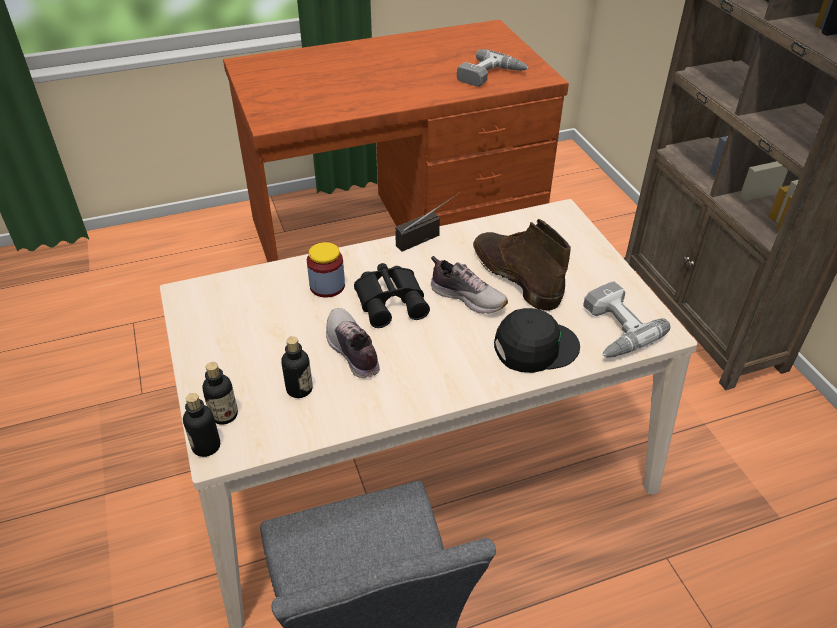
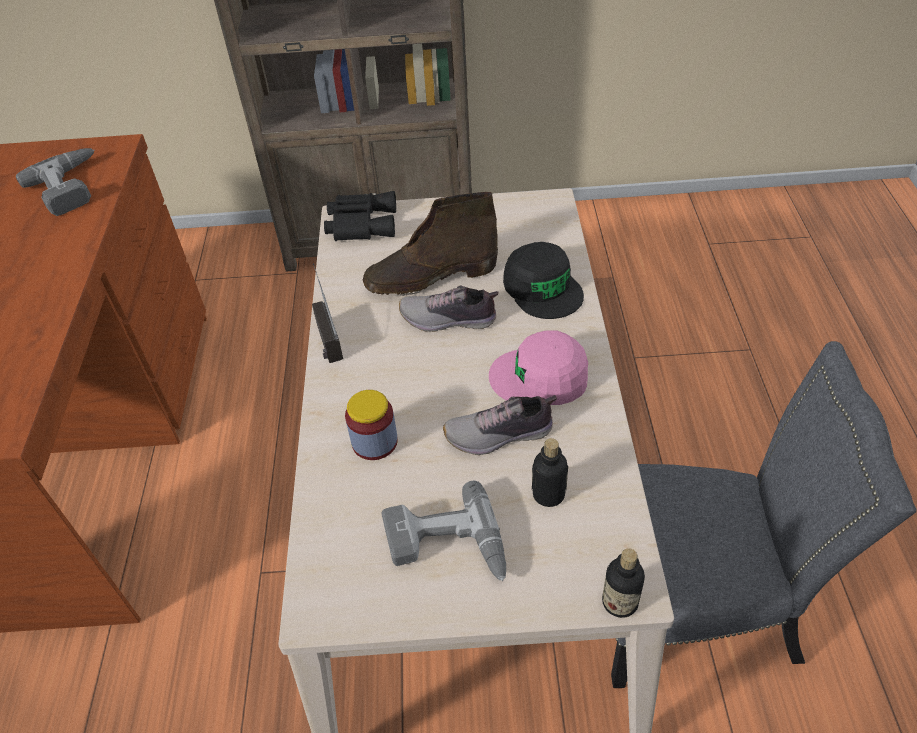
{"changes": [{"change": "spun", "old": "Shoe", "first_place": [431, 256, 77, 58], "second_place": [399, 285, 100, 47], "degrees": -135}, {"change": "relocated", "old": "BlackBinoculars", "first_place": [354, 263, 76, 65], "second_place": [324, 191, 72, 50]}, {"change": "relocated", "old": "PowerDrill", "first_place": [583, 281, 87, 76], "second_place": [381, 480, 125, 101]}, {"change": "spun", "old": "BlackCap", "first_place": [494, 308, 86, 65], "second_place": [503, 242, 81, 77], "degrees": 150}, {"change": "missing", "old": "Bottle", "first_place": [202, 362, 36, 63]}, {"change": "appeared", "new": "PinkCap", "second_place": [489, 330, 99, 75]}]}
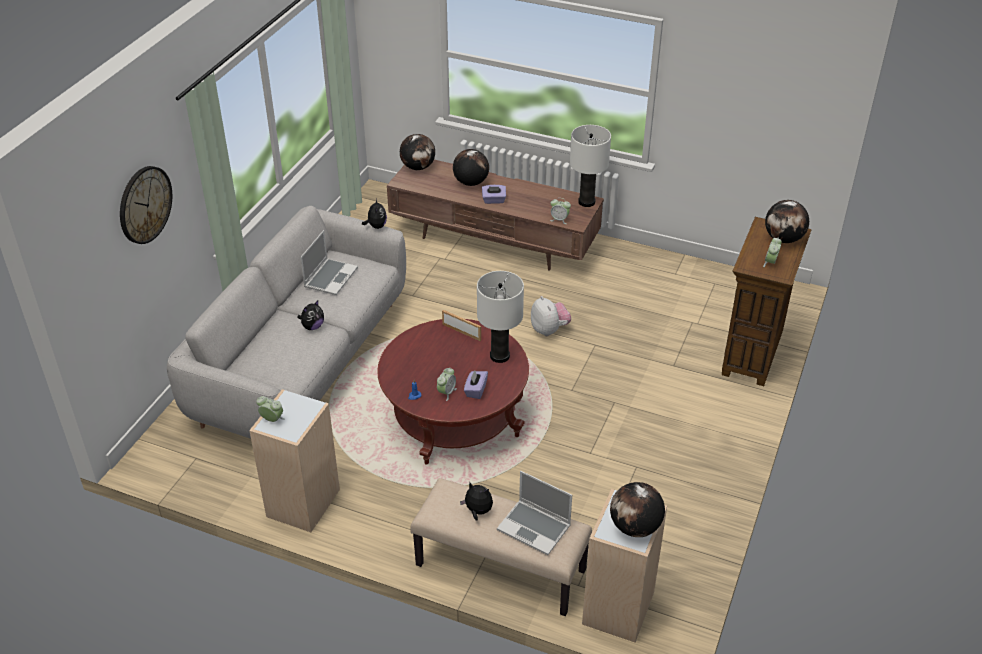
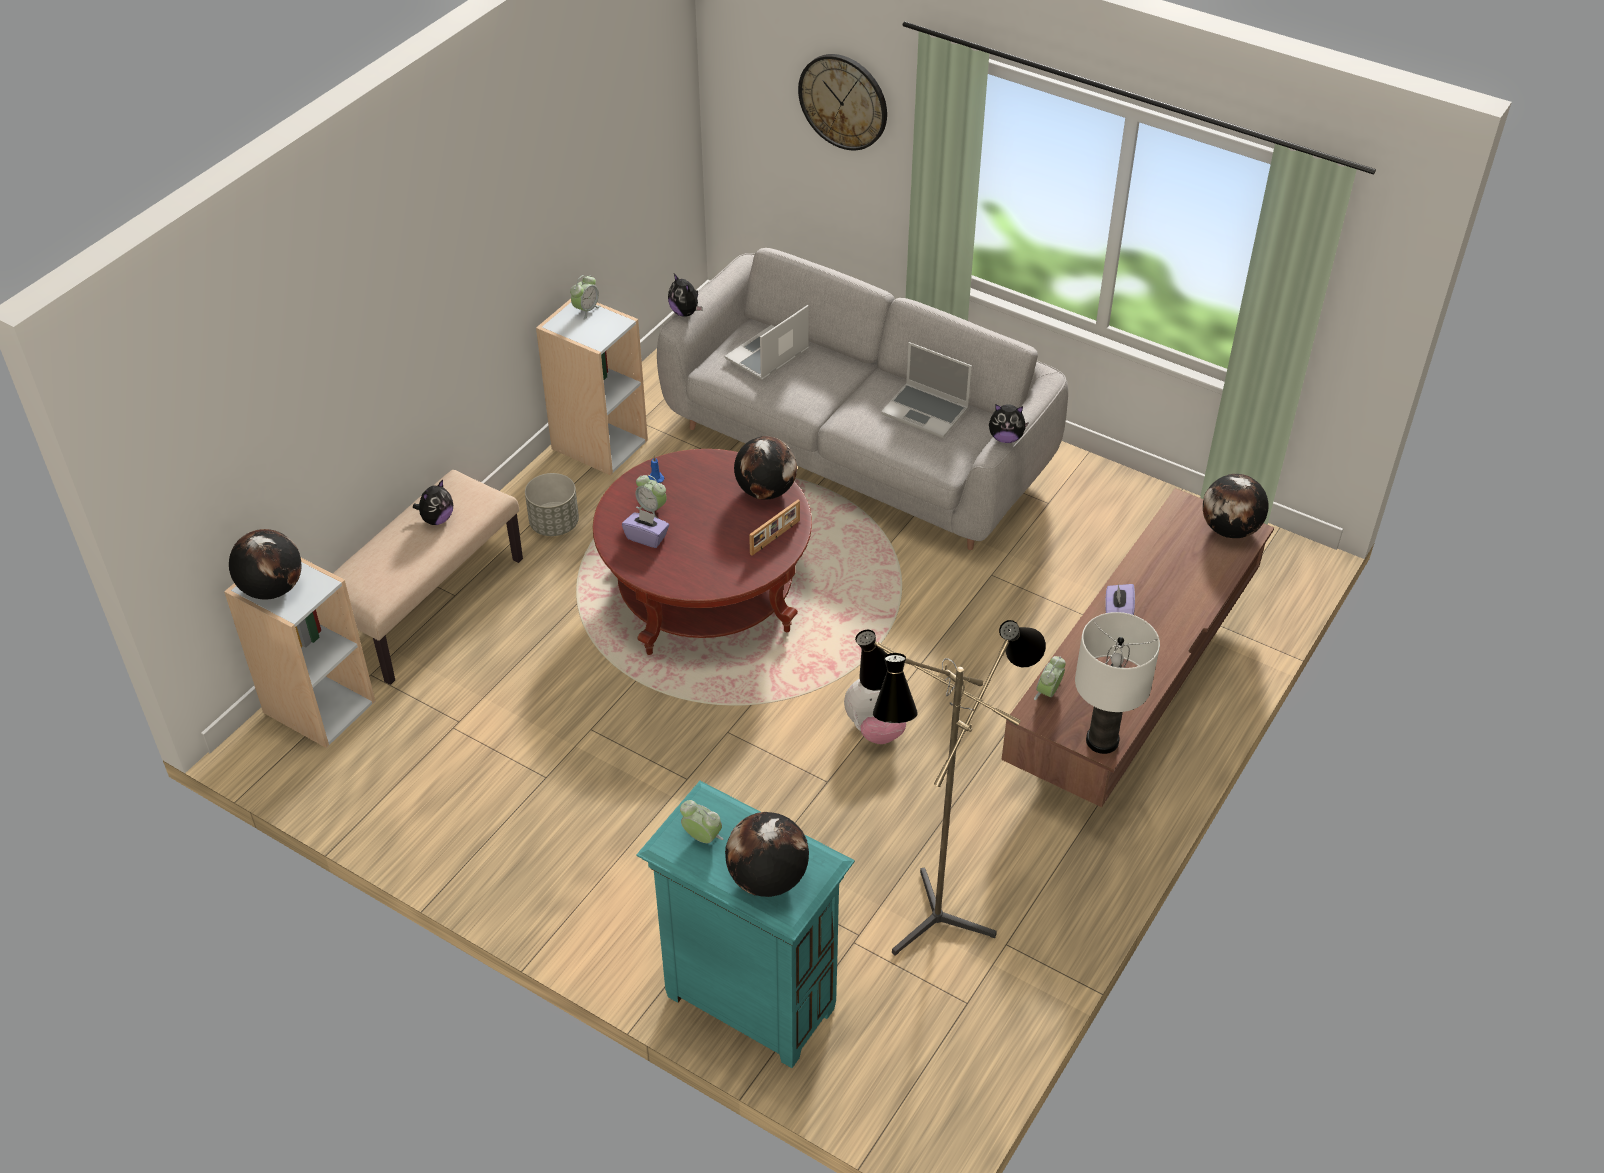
{"changes": [{"change": "relocated", "old": "Globe", "first_place": [453, 149, 36, 37], "second_place": [734, 436, 63, 63]}, {"change": "colour", "old": "BrownCabinet", "new": "TurquoiseCabinet", "first_place": [722, 217, 90, 169], "second_place": [636, 781, 219, 287]}, {"change": "missing", "old": "WhiteTableLamp", "first_place": [477, 271, 47, 92]}, {"change": "relocated", "old": "PlushToy", "first_place": [297, 300, 27, 30], "second_place": [668, 273, 35, 44]}, {"change": "relocated", "old": "Laptop", "first_place": [497, 471, 75, 84], "second_place": [725, 305, 84, 75]}, {"change": "appeared", "new": "GreyPlanter", "second_place": [525, 473, 54, 63]}, {"change": "appeared", "new": "FloorLamp", "second_place": [855, 620, 191, 336]}]}
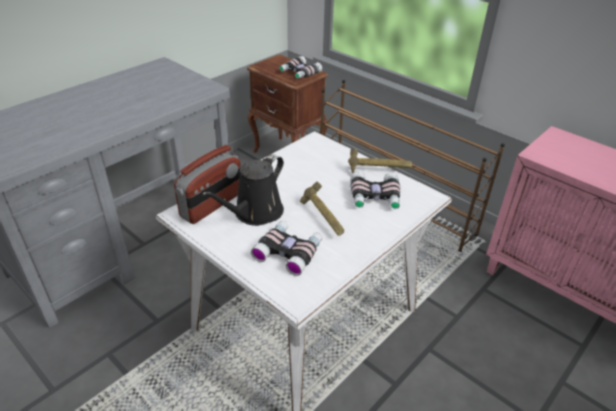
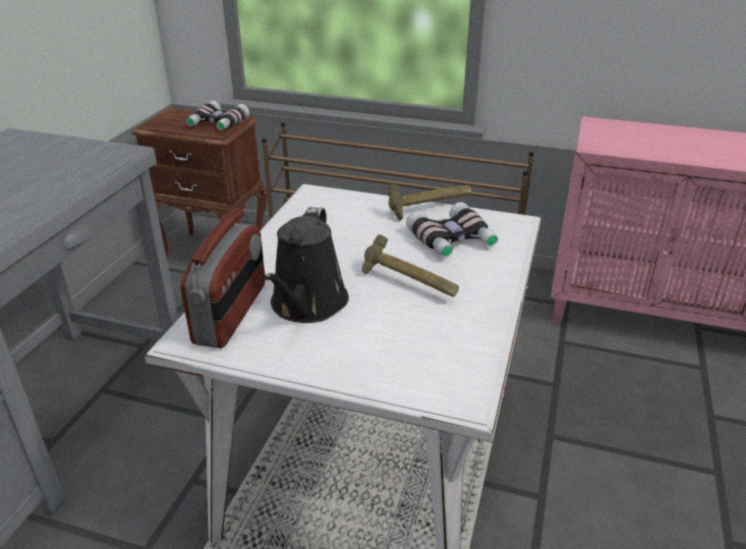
{"changes": [{"change": "missing", "old": "Binoculars", "first_place": [251, 221, 71, 55]}]}
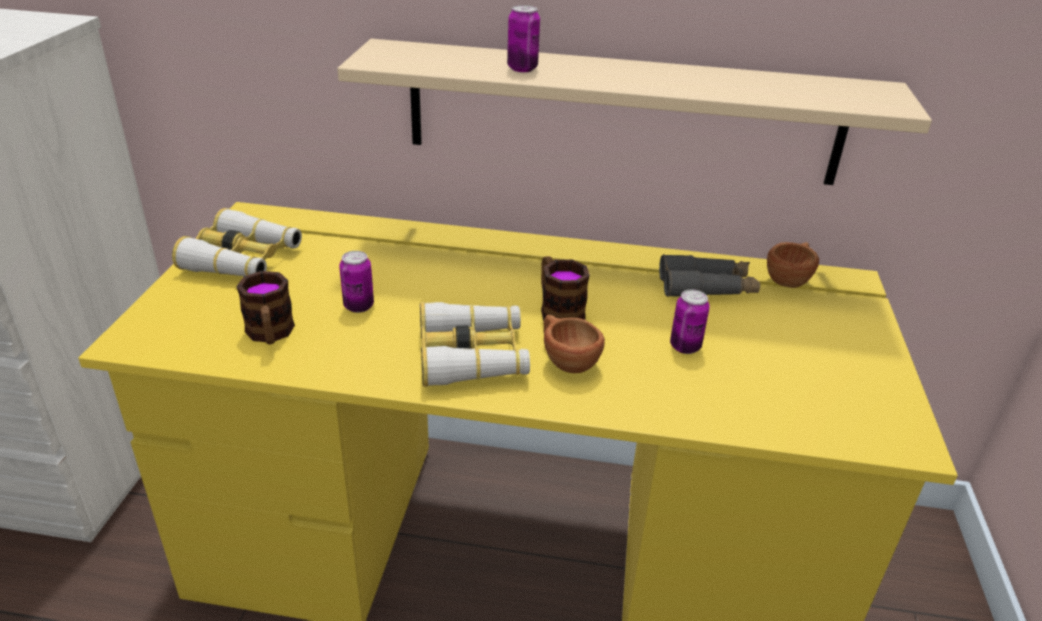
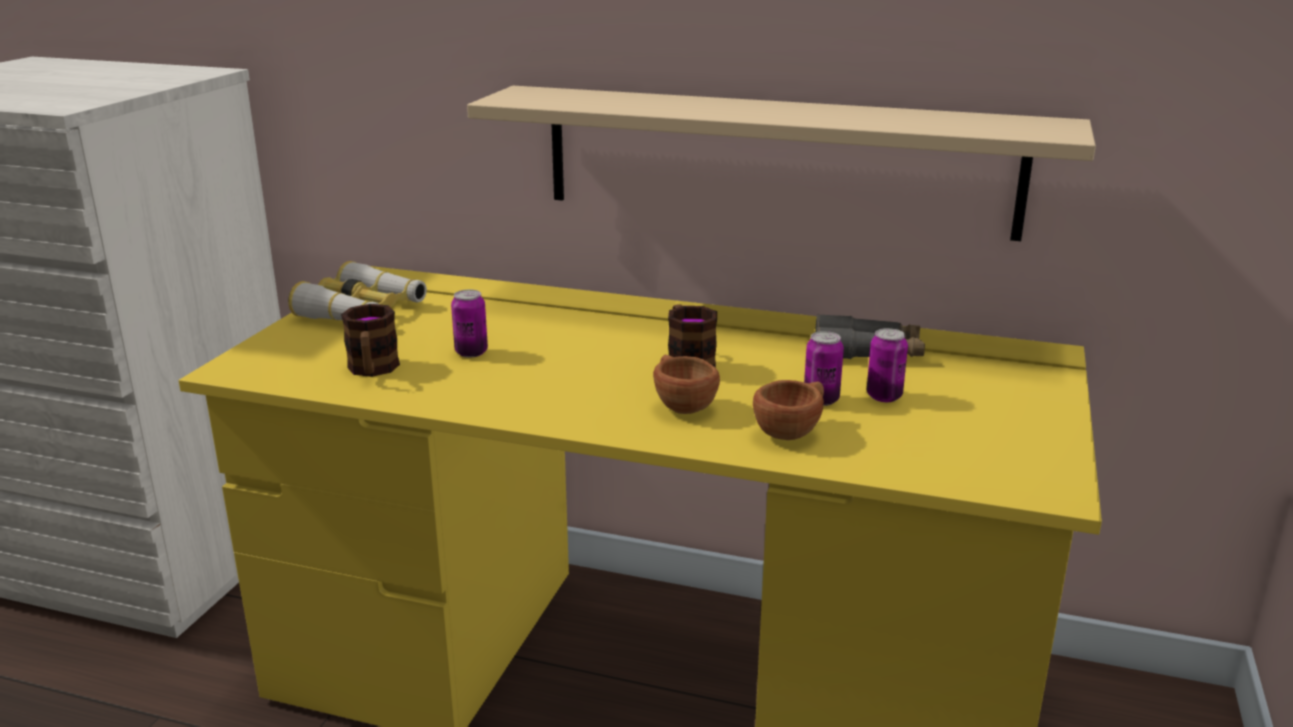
{"changes": [{"change": "relocated", "old": "Can", "first_place": [507, 5, 33, 67], "second_place": [867, 328, 41, 74]}, {"change": "relocated", "old": "BrownCup", "first_place": [767, 242, 52, 46], "second_place": [753, 380, 71, 60]}, {"change": "missing", "old": "Binoculars", "first_place": [420, 302, 110, 85]}]}
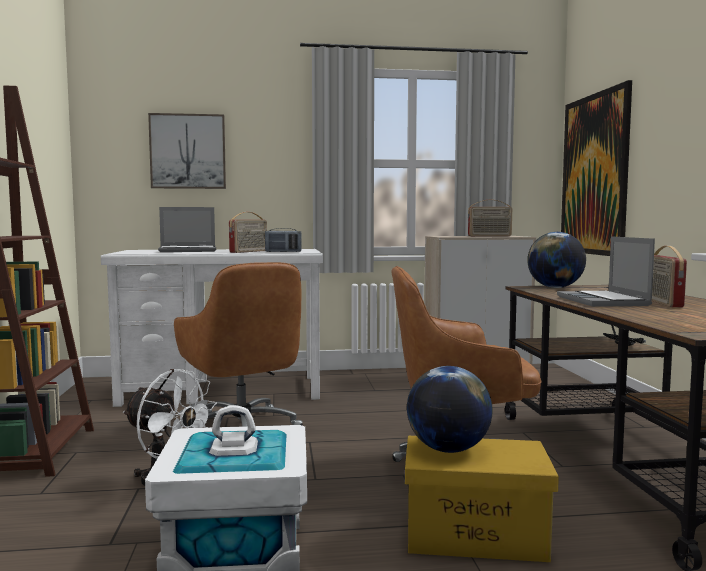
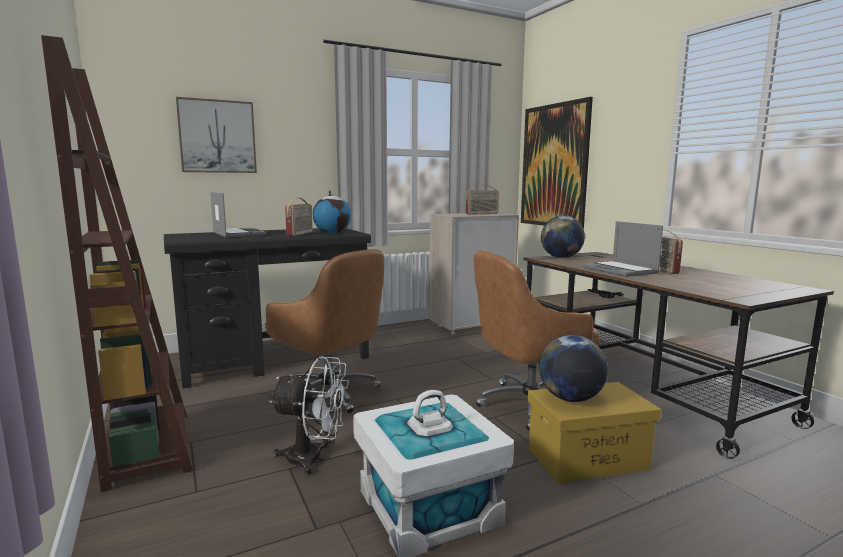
{"changes": [{"change": "spun", "old": "Laptop", "first_place": [158, 207, 58, 45], "second_place": [211, 192, 55, 46], "degrees": -90}, {"change": "exchanged", "old": "Radio", "new": "Globe", "first_place": [265, 228, 37, 24], "second_place": [313, 190, 38, 44]}, {"change": "colour", "old": "WhiteDesk", "new": "BlackDesk", "first_place": [101, 249, 222, 158], "second_place": [164, 228, 207, 160]}]}
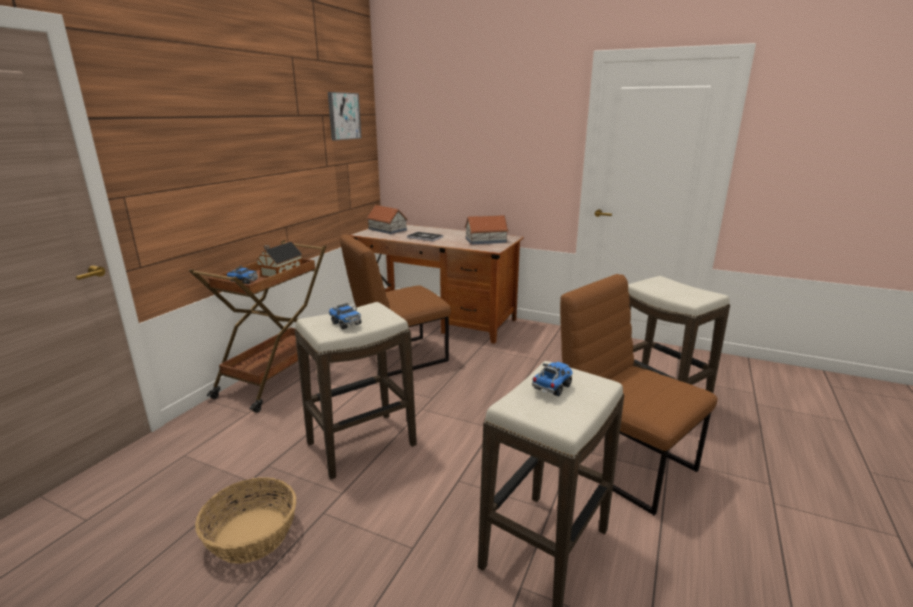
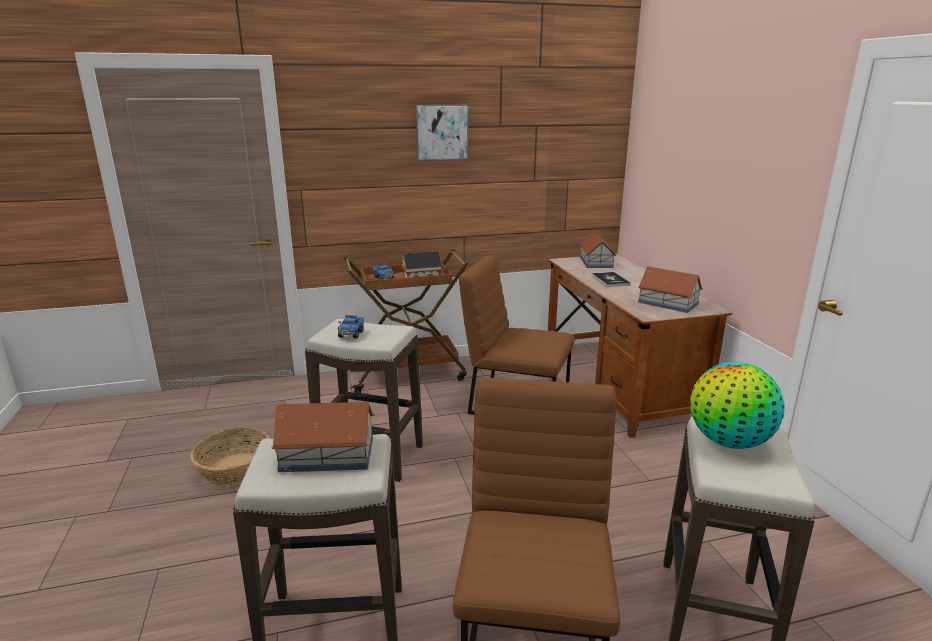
{"changes": [{"change": "relocated", "old": "Picture", "first_place": [328, 92, 34, 49], "second_place": [416, 105, 53, 56]}, {"change": "exchanged", "old": "ToyTruck", "new": "ToyHouse", "first_place": [532, 362, 41, 34], "second_place": [271, 402, 103, 70]}, {"change": "appeared", "new": "Globe", "second_place": [690, 362, 95, 87]}]}
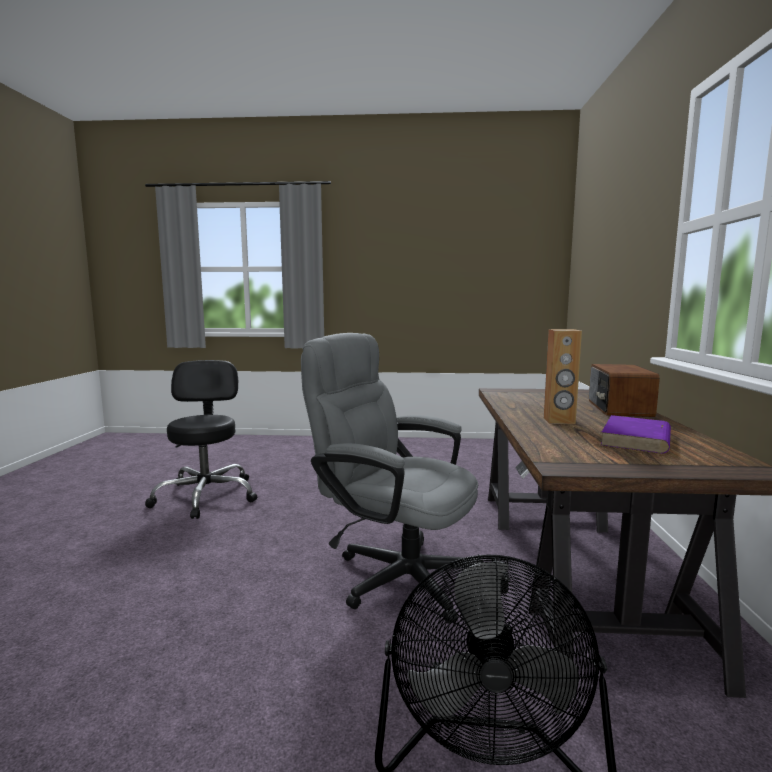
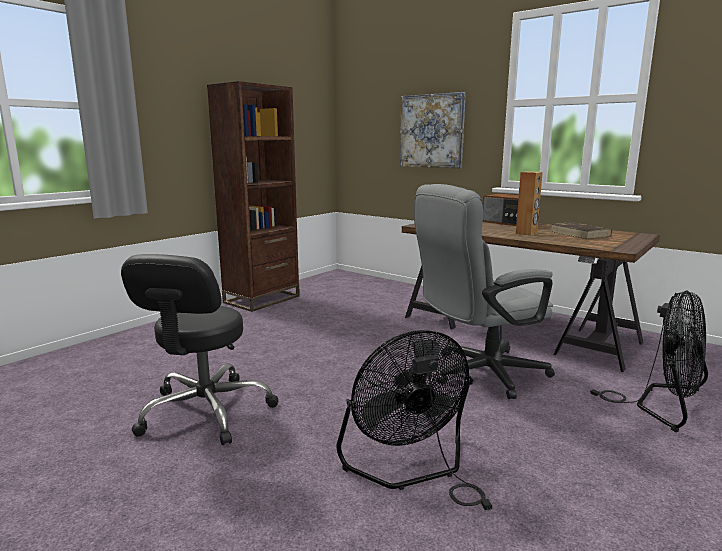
{"changes": [{"change": "spun", "old": "BlackOfficeChair", "first_place": [145, 360, 112, 159], "second_place": [121, 254, 157, 191], "degrees": -105}, {"change": "colour", "old": "PurpleBook", "new": "BrownBook", "first_place": [600, 415, 71, 39], "second_place": [551, 222, 61, 17]}, {"change": "appeared", "new": "BrownBookcase", "second_place": [207, 81, 93, 231]}, {"change": "appeared", "new": "Picture", "second_place": [400, 92, 66, 76]}, {"change": "appeared", "new": "BlackFan", "second_place": [337, 330, 155, 181]}]}
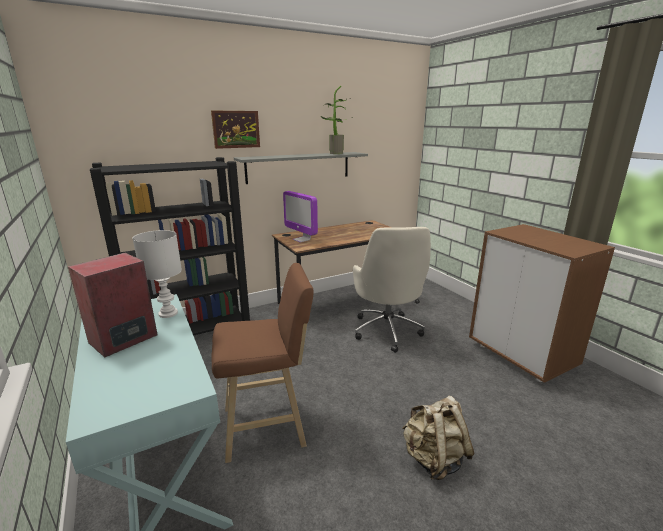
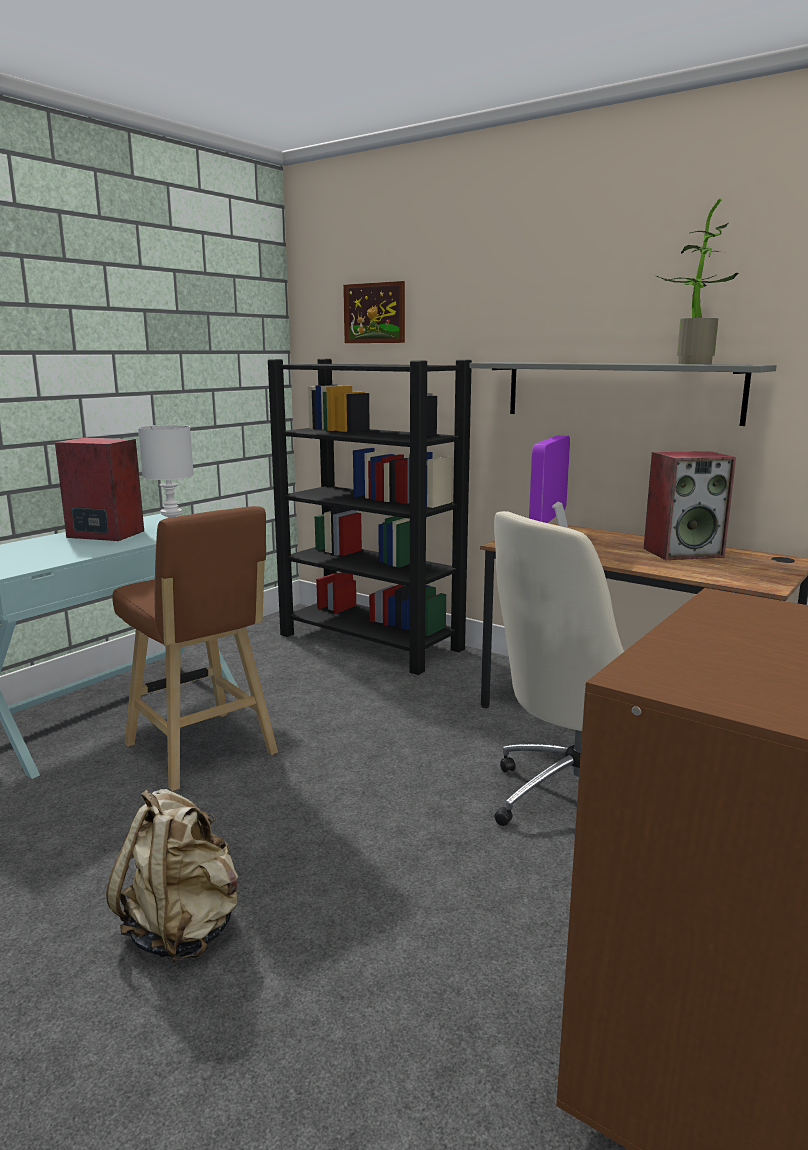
{"changes": [{"change": "relocated", "old": "Picture", "first_place": [211, 110, 49, 39], "second_place": [343, 281, 62, 62]}, {"change": "appeared", "new": "Speaker", "second_place": [644, 451, 92, 109]}]}
